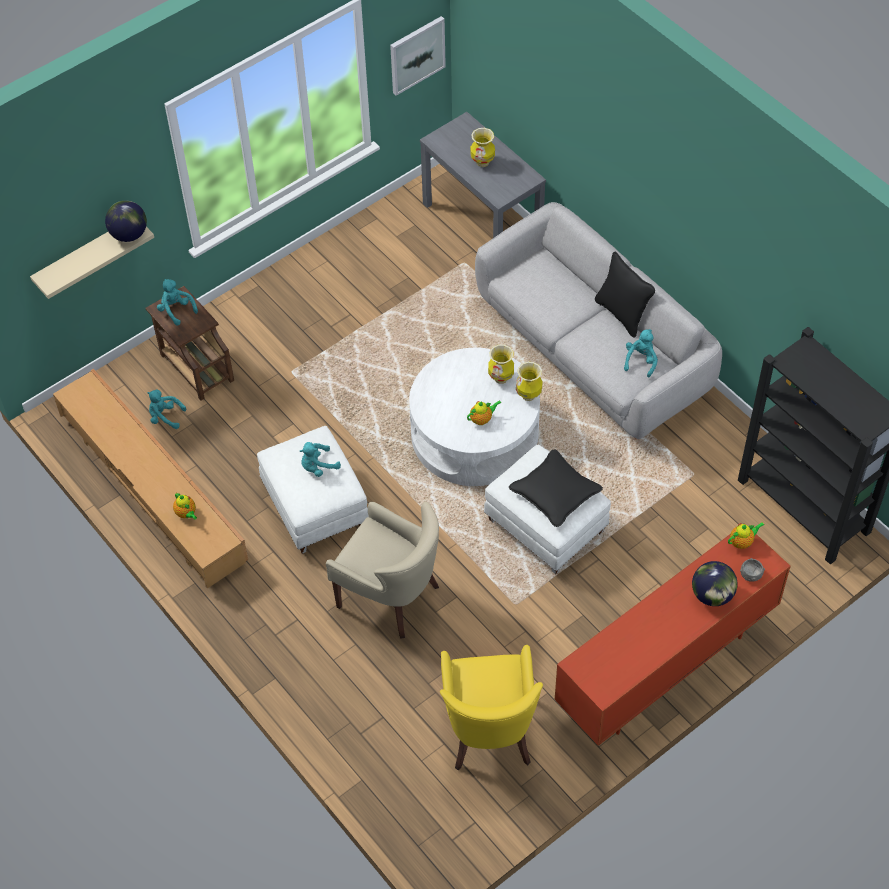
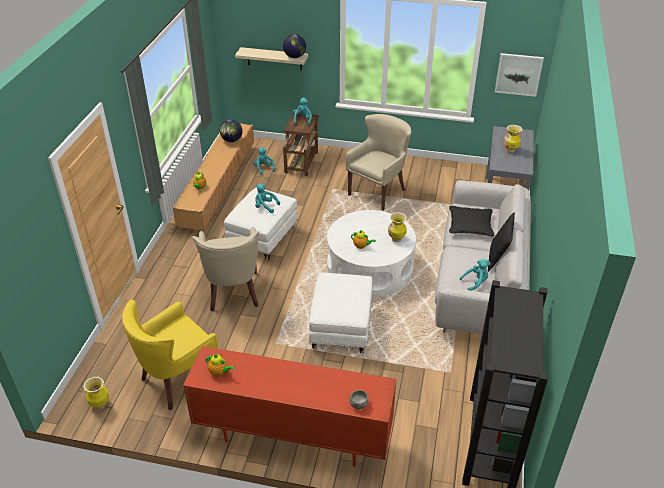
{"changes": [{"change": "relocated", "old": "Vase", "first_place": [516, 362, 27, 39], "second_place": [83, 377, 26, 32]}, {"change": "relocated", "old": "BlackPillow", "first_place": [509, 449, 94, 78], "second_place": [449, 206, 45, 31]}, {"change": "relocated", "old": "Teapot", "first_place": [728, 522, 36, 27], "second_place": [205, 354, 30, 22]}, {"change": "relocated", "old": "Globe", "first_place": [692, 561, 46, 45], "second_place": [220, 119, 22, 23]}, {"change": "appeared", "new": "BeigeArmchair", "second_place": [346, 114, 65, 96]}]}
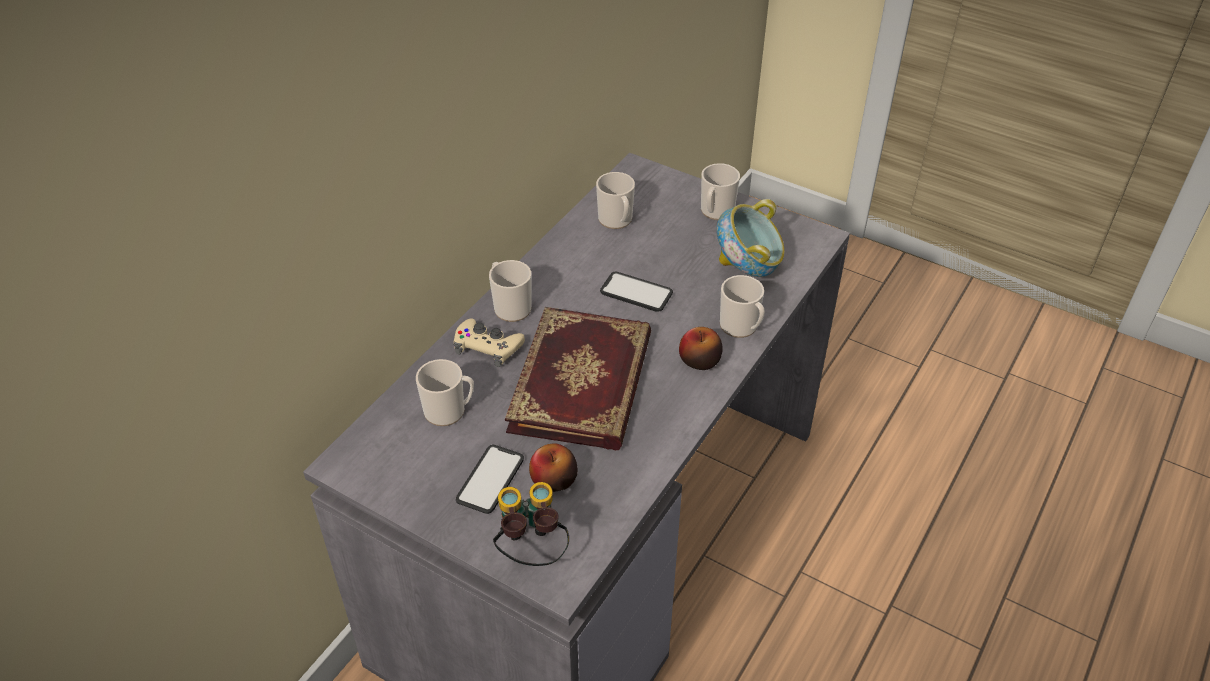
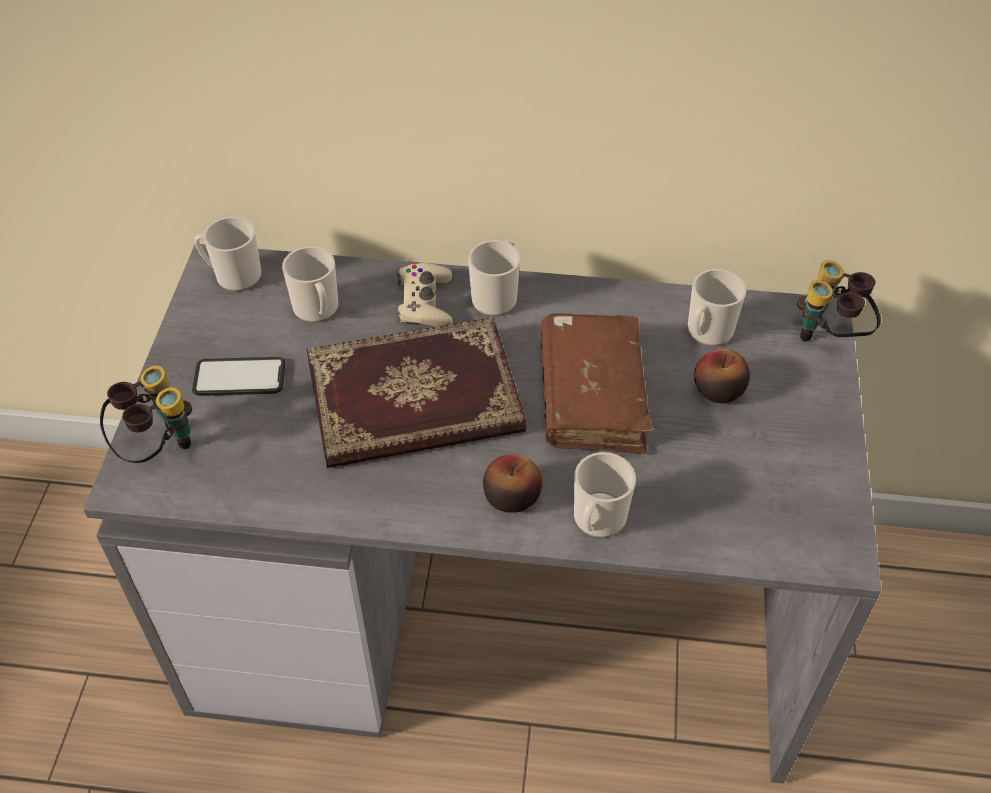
{"changes": [{"change": "relocated", "old": "Mug", "first_place": [701, 163, 39, 57], "second_place": [194, 217, 67, 74]}, {"change": "missing", "old": "Bowl", "first_place": [717, 199, 68, 78]}, {"change": "exchanged", "old": "Phone", "new": "BrownBook", "first_place": [600, 272, 73, 40], "second_place": [540, 313, 113, 141]}, {"change": "relocated", "old": "Apple", "first_place": [529, 443, 49, 49], "second_place": [694, 349, 56, 54]}, {"change": "appeared", "new": "Binoculars", "second_place": [797, 260, 84, 82]}]}
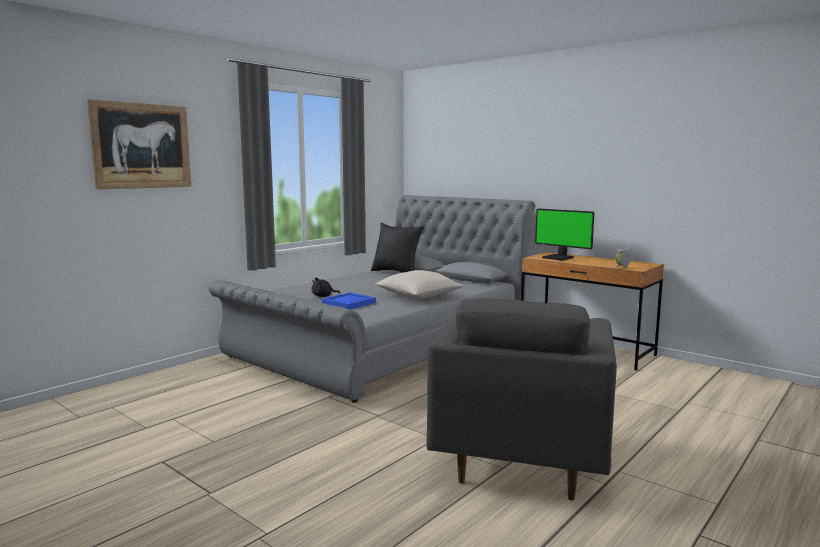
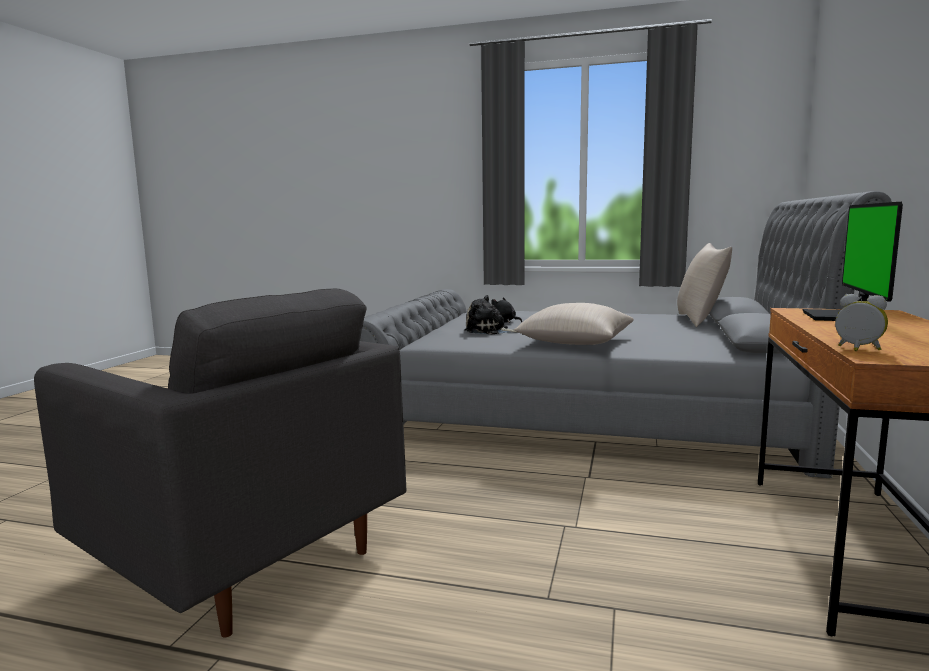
{"changes": [{"change": "missing", "old": "Picture", "first_place": [87, 99, 104, 91]}, {"change": "colour", "old": "BlackPillow", "new": "BeigePillow", "first_place": [371, 223, 53, 50], "second_place": [677, 243, 55, 84]}, {"change": "exchanged", "old": "BlueTray", "new": "PlushToy", "first_place": [322, 292, 54, 17], "second_place": [464, 295, 54, 39]}, {"change": "spun", "old": "GreyArmchair", "first_place": [427, 299, 190, 202], "second_place": [34, 289, 372, 348], "degrees": -135}]}
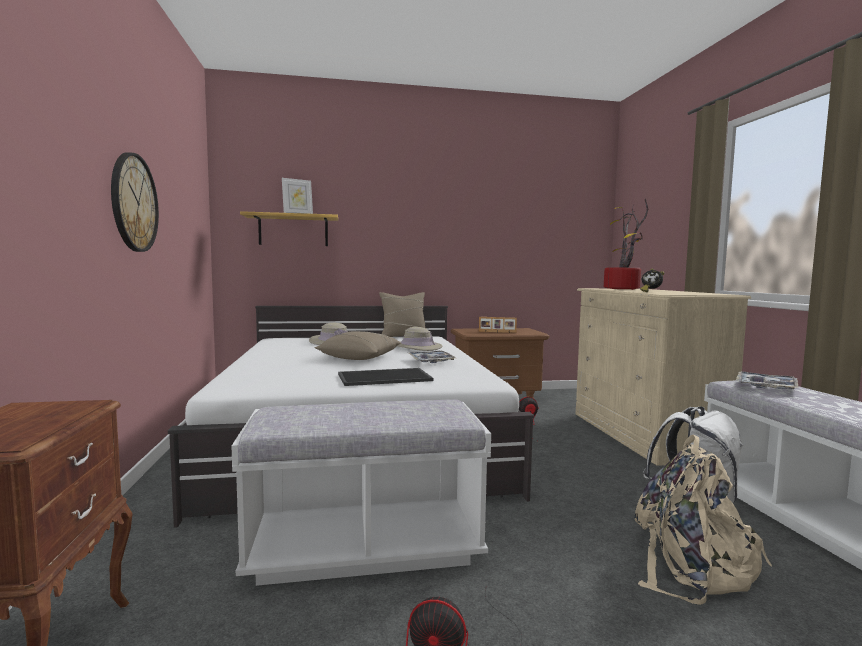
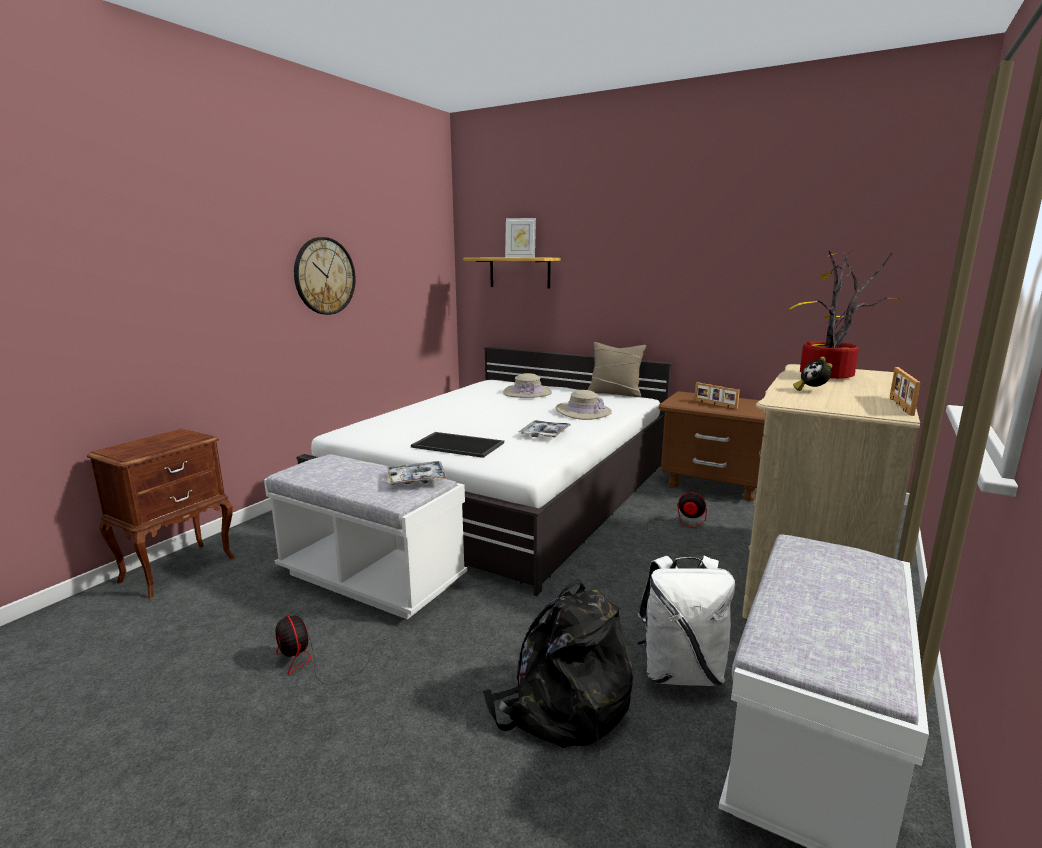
{"changes": [{"change": "missing", "old": "BeigePillow", "first_place": [315, 331, 86, 29]}, {"change": "relocated", "old": "Tray", "first_place": [736, 371, 62, 18], "second_place": [387, 461, 60, 24]}, {"change": "colour", "old": "BeigeBackpack", "new": "BlackBackpack", "first_place": [635, 434, 137, 171], "second_place": [483, 579, 150, 169]}, {"change": "appeared", "new": "PictureFrame", "second_place": [890, 367, 31, 49]}]}
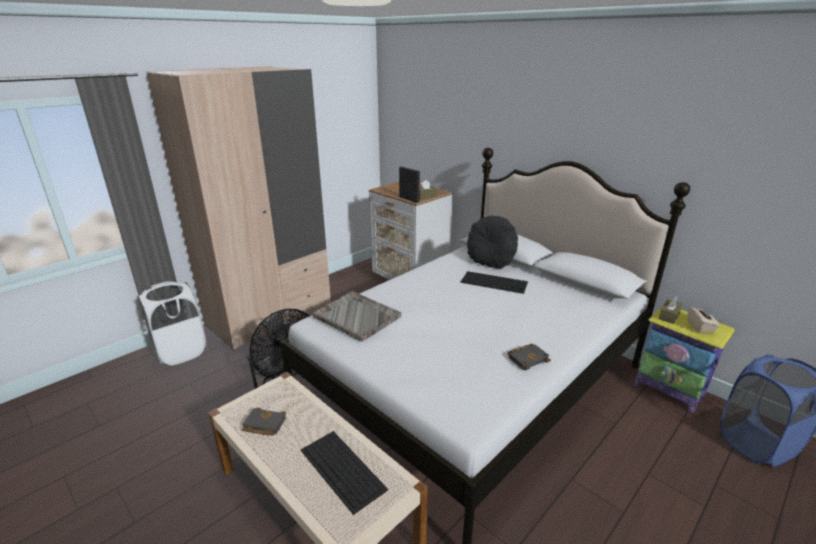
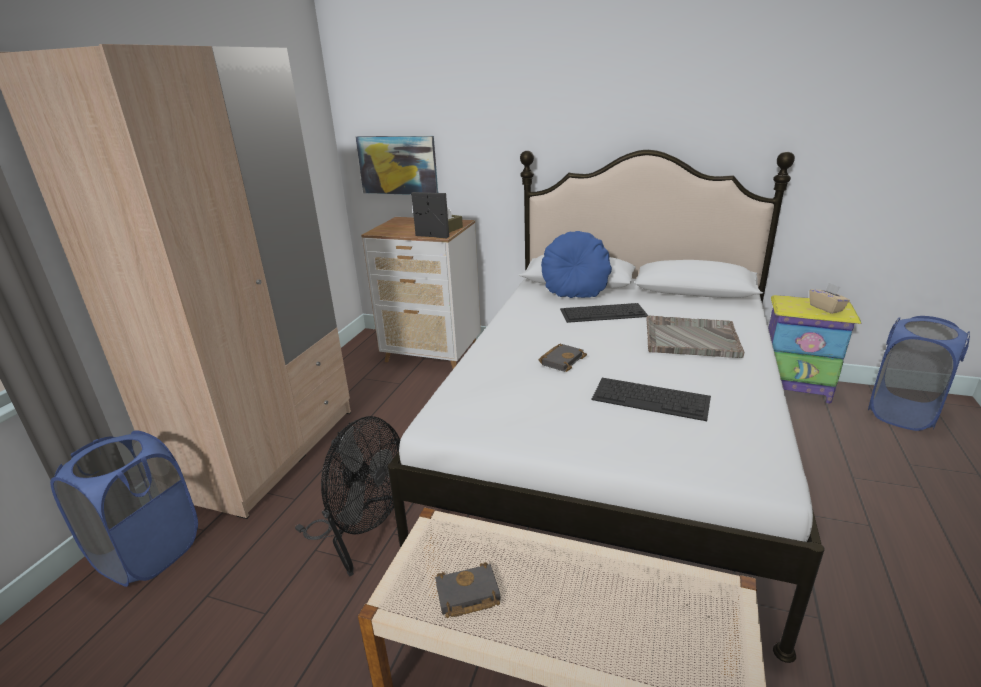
{"changes": [{"change": "colour", "old": "BlackPillow", "new": "BluePillow", "first_place": [467, 215, 51, 54], "second_place": [541, 231, 71, 67]}, {"change": "colour", "old": "WhiteLaundryBasket", "new": "BlueLaundryBasket", "first_place": [137, 281, 70, 84], "second_place": [50, 430, 148, 157]}, {"change": "relocated", "old": "GreyTray", "first_place": [312, 291, 89, 51], "second_place": [646, 315, 98, 43]}, {"change": "missing", "old": "BrownTissueBox", "first_place": [659, 297, 24, 27]}, {"change": "relocated", "old": "BlackBook", "first_place": [507, 344, 44, 26], "second_place": [539, 344, 48, 28]}, {"change": "relocated", "old": "Keyboard", "first_place": [301, 431, 87, 84], "second_place": [591, 378, 120, 43]}, {"change": "appeared", "new": "Picture", "second_place": [356, 136, 82, 59]}]}
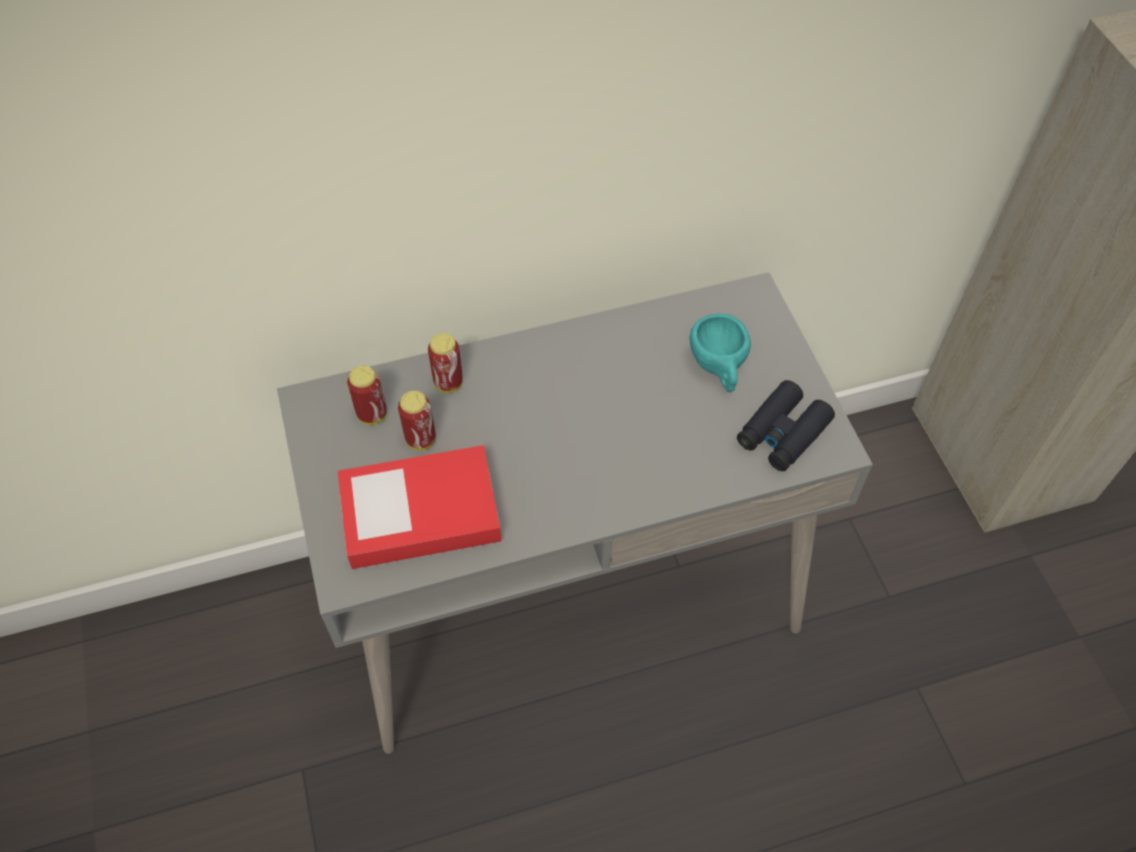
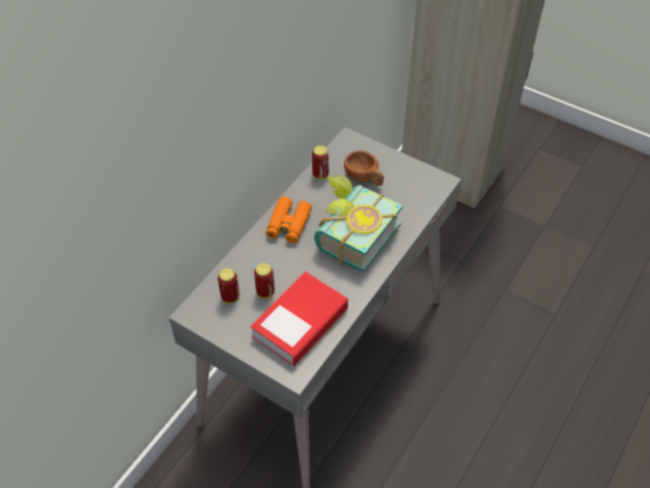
{"changes": [{"change": "colour", "old": "TurquoiseCup", "new": "BrownCup", "first_place": [690, 313, 61, 79], "second_place": [344, 150, 40, 36]}, {"change": "relocated", "old": "Can", "first_place": [428, 333, 35, 60], "second_place": [312, 145, 17, 35]}, {"change": "missing", "old": "BlackBinoculars", "first_place": [737, 380, 98, 91]}, {"change": "appeared", "new": "Book", "second_place": [314, 175, 89, 97]}, {"change": "appeared", "new": "OrangeBinoculars", "second_place": [266, 196, 46, 47]}]}
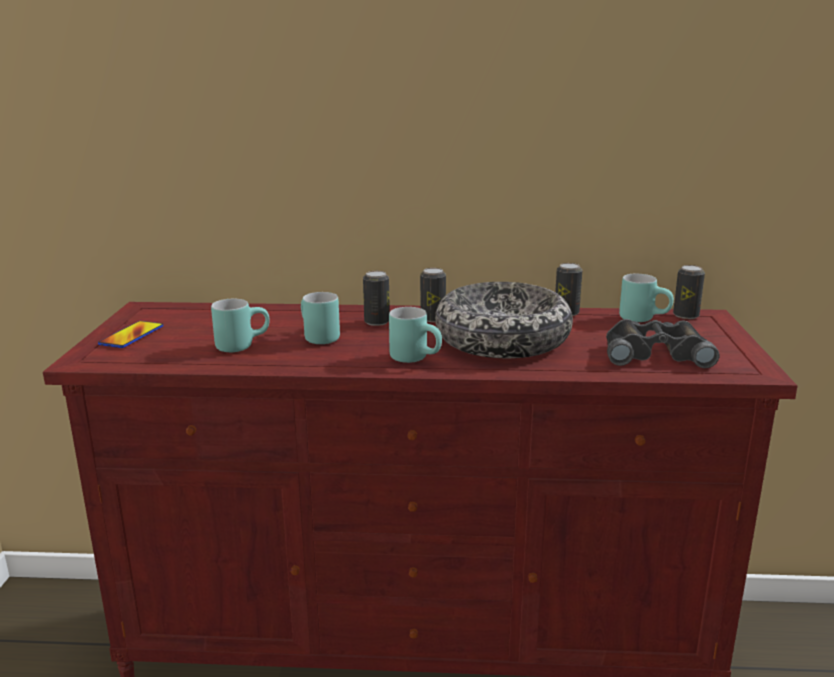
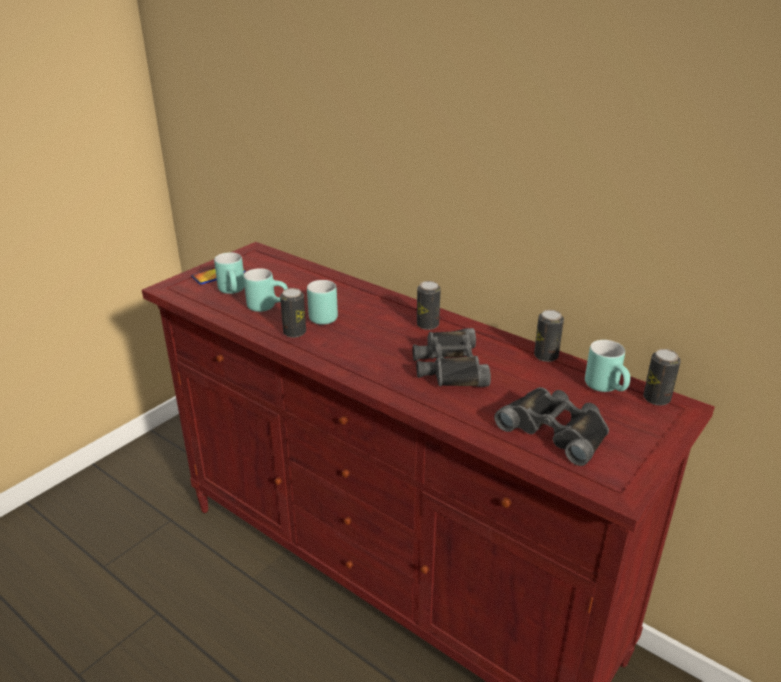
{"changes": [{"change": "relocated", "old": "Can", "first_place": [363, 271, 27, 55], "second_place": [280, 288, 26, 50]}, {"change": "exchanged", "old": "Bowl", "new": "BlackBinoculars", "first_place": [435, 282, 138, 76], "second_place": [412, 328, 79, 59]}, {"change": "relocated", "old": "TurquoiseMug", "first_place": [389, 307, 53, 56], "second_place": [214, 252, 31, 42]}]}
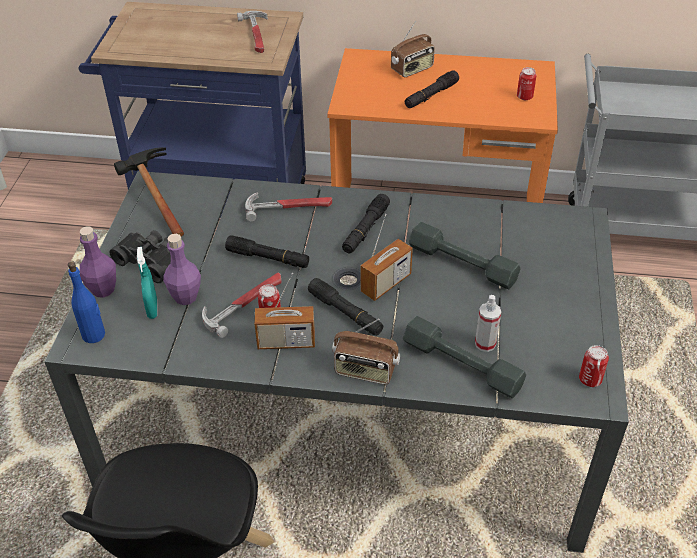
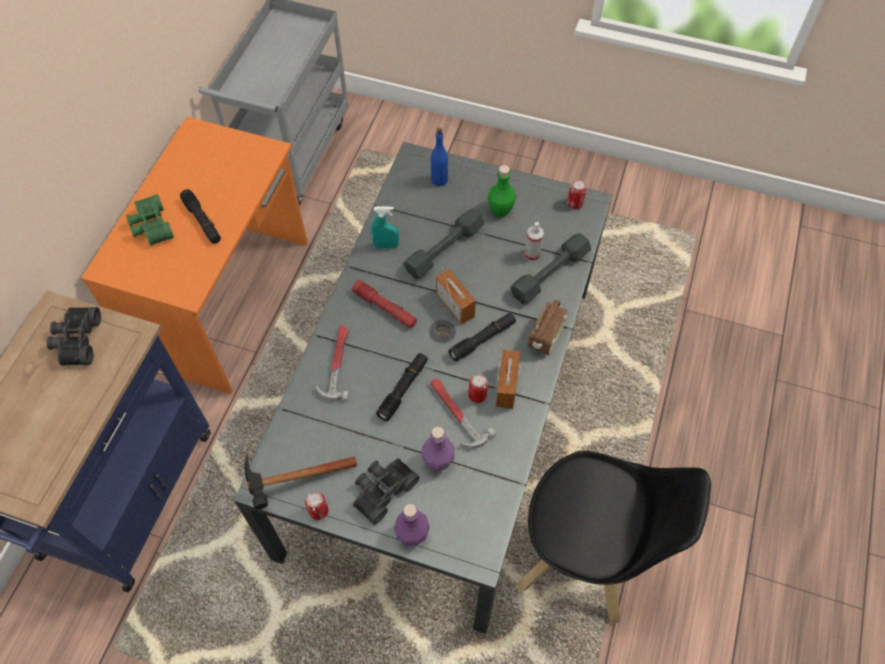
{"changes": [{"change": "exchanged", "old": "Hammer", "new": "BlackBinoculars", "first_place": [237, 11, 31, 42], "second_place": [46, 307, 55, 59]}, {"change": "exchanged", "old": "Radio", "new": "GreenBinoculars", "first_place": [391, 21, 44, 56], "second_place": [126, 194, 48, 52]}, {"change": "relocated", "old": "Can", "first_place": [517, 67, 19, 33], "second_place": [305, 491, 24, 29]}, {"change": "colour", "old": "BlackFlashlight", "new": "RedFlashlight", "first_place": [342, 194, 48, 59], "second_place": [352, 280, 65, 48]}, {"change": "relocated", "old": "TurquoiseSprayBottle", "first_place": [137, 247, 20, 72], "second_place": [371, 206, 28, 43]}, {"change": "relocated", "old": "BlueBottle", "first_place": [68, 261, 37, 82], "second_place": [431, 128, 17, 58]}, {"change": "appeared", "new": "GreenBottle", "second_place": [488, 165, 28, 52]}]}
